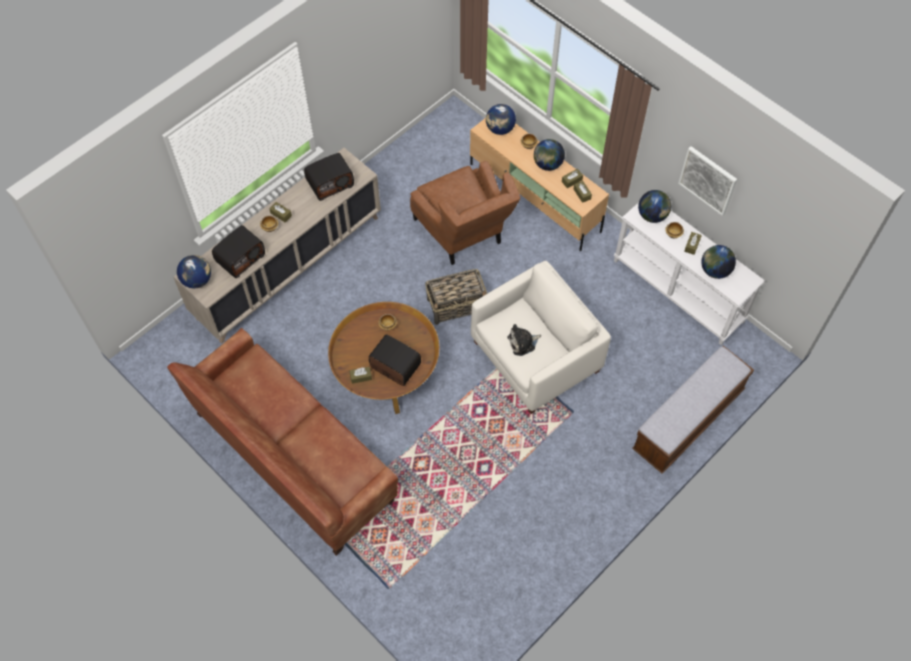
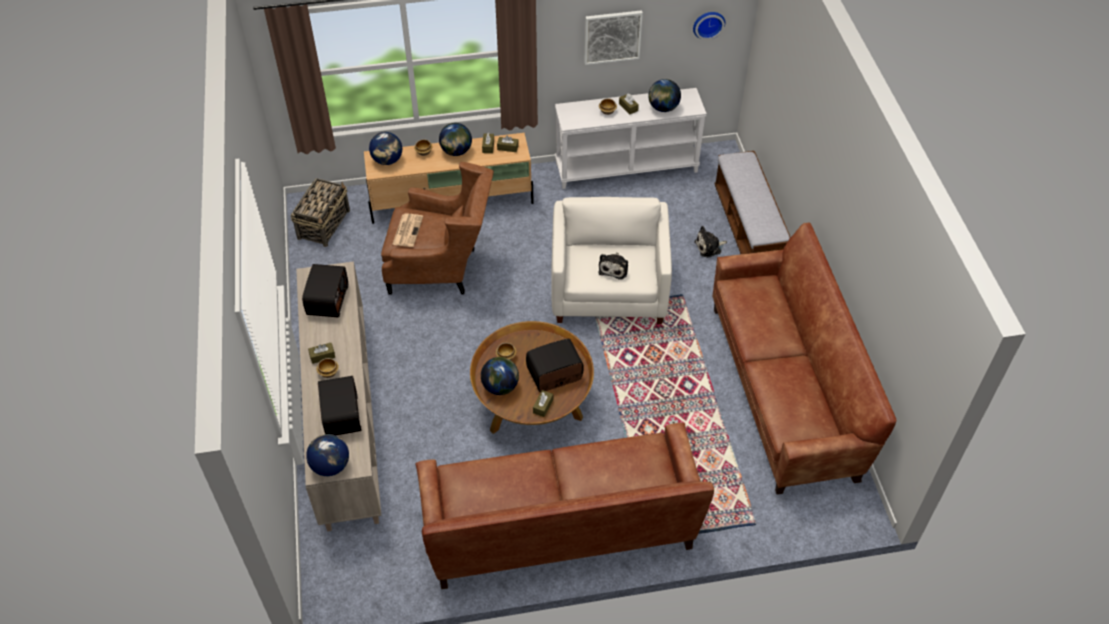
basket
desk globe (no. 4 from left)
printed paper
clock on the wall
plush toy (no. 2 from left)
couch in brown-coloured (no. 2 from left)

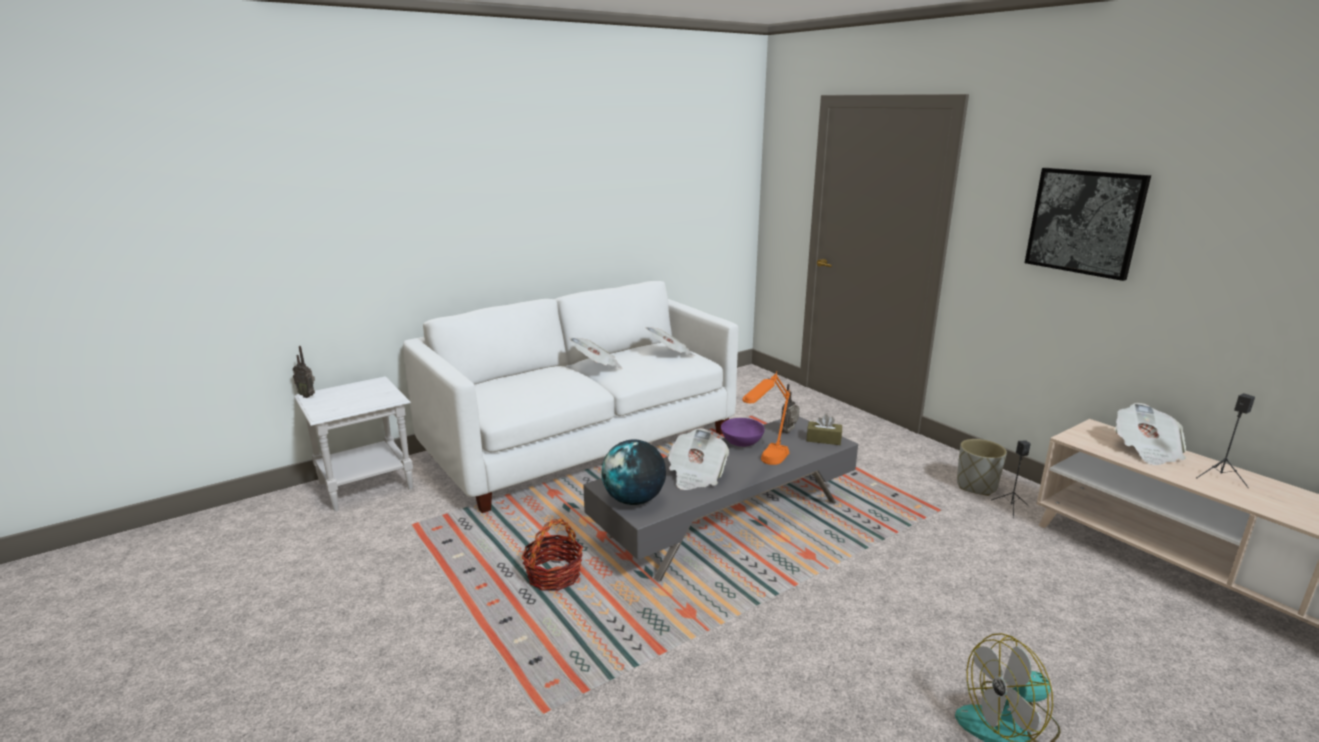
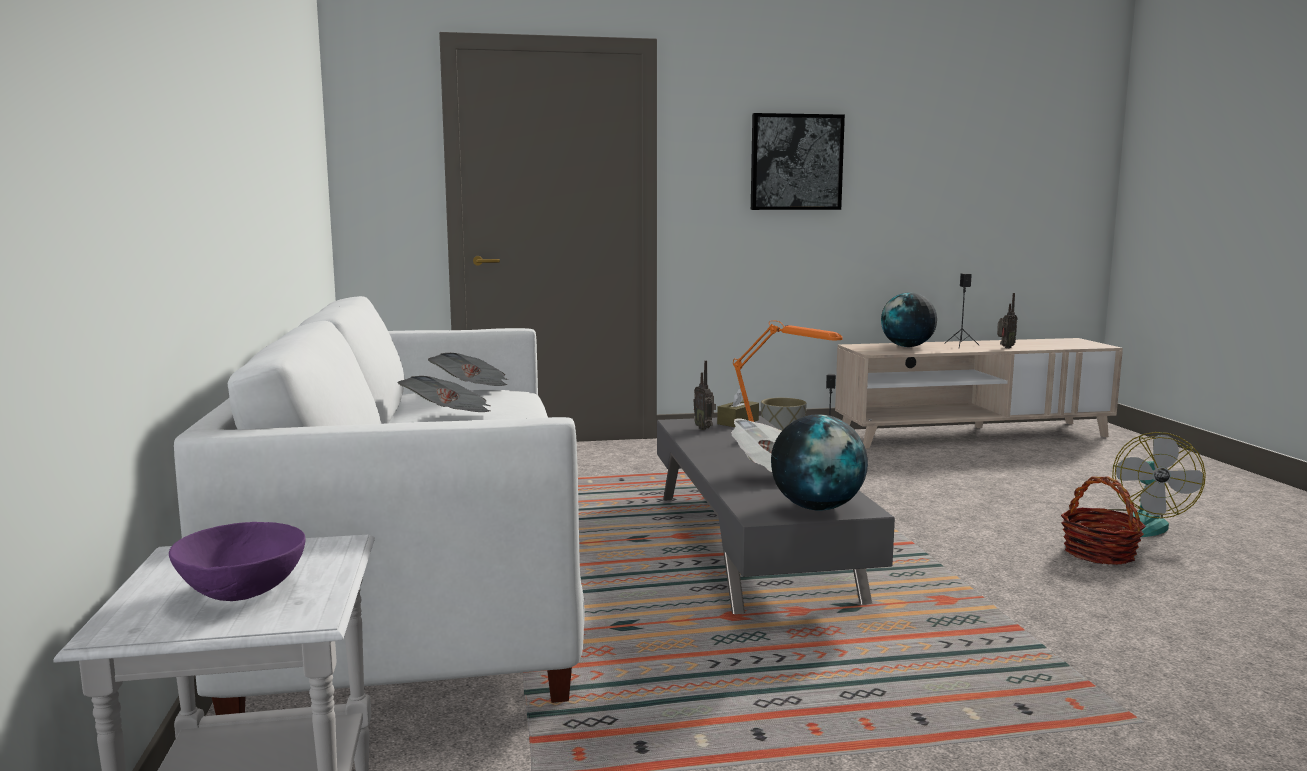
radio (no. 2 from left)
basket
bowl in purple-coloured
desk globe (no. 2 from left)

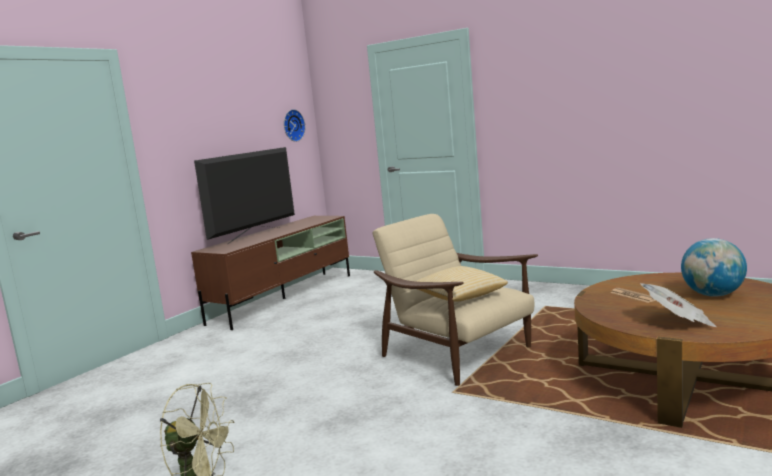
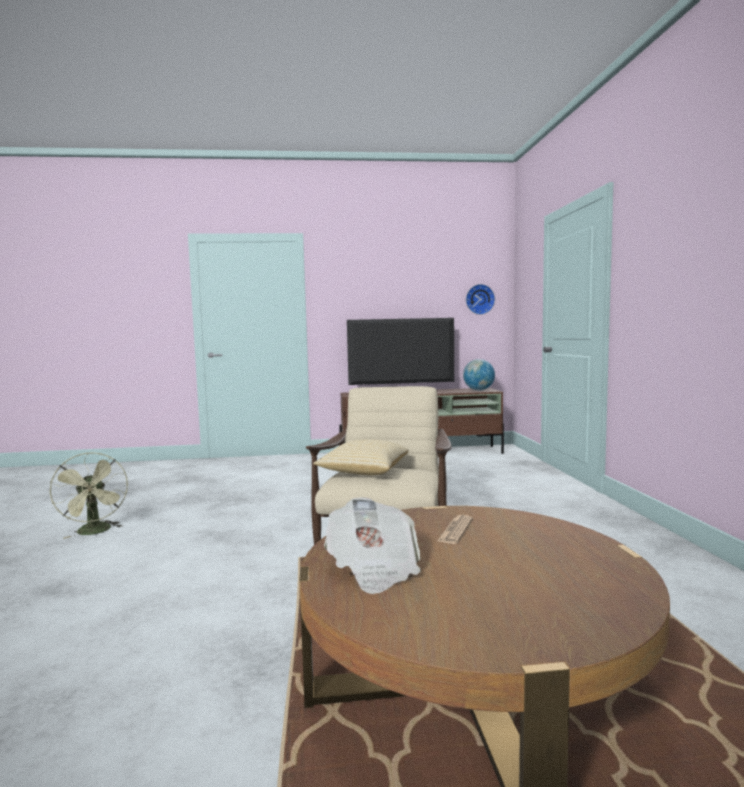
desk globe

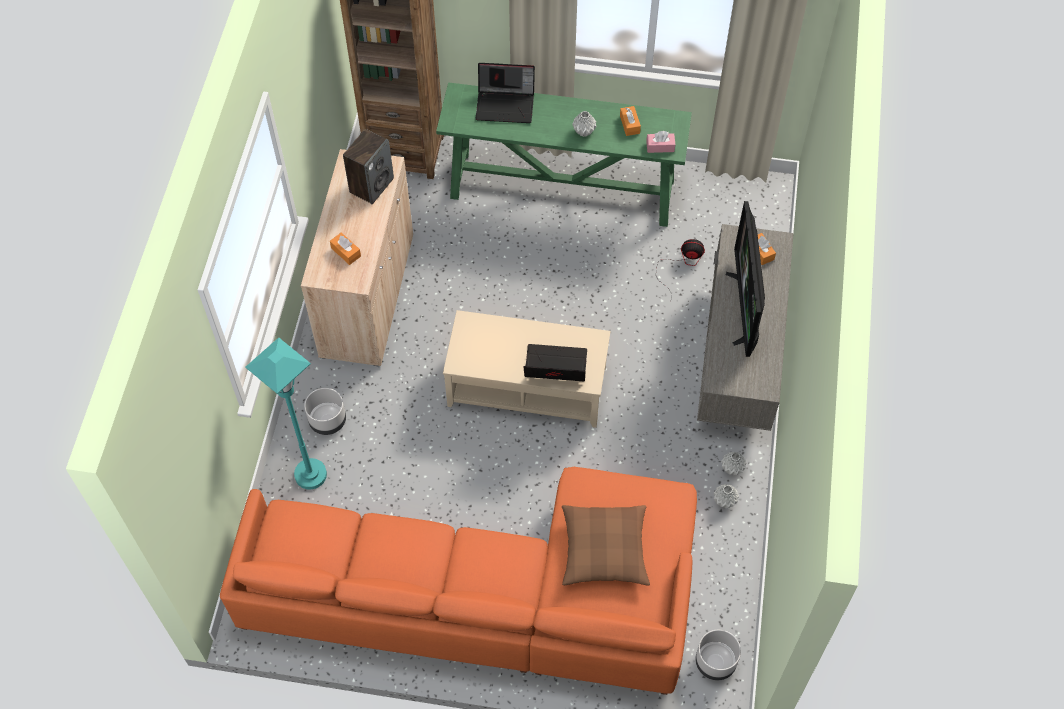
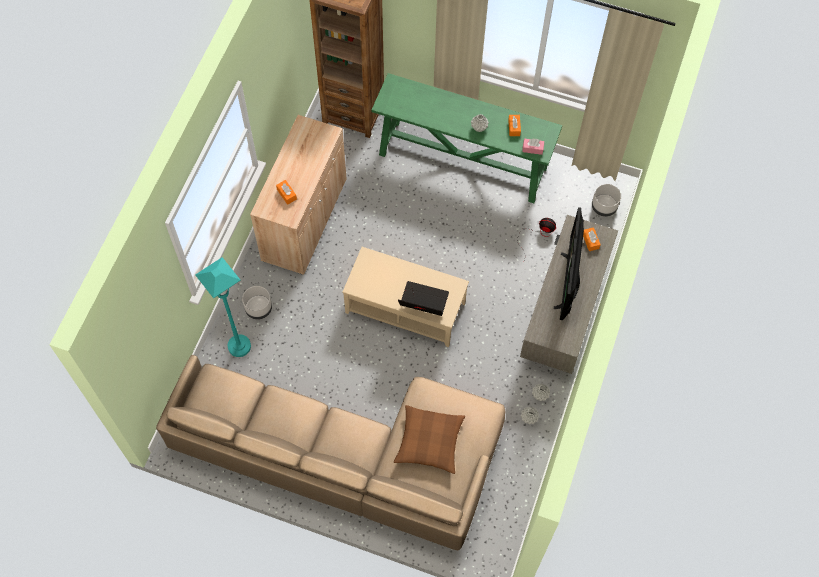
couch in beige
speaker
notebook computer (no. 1 from left in the first image)
flower pot in greyish (no. 2 from left)

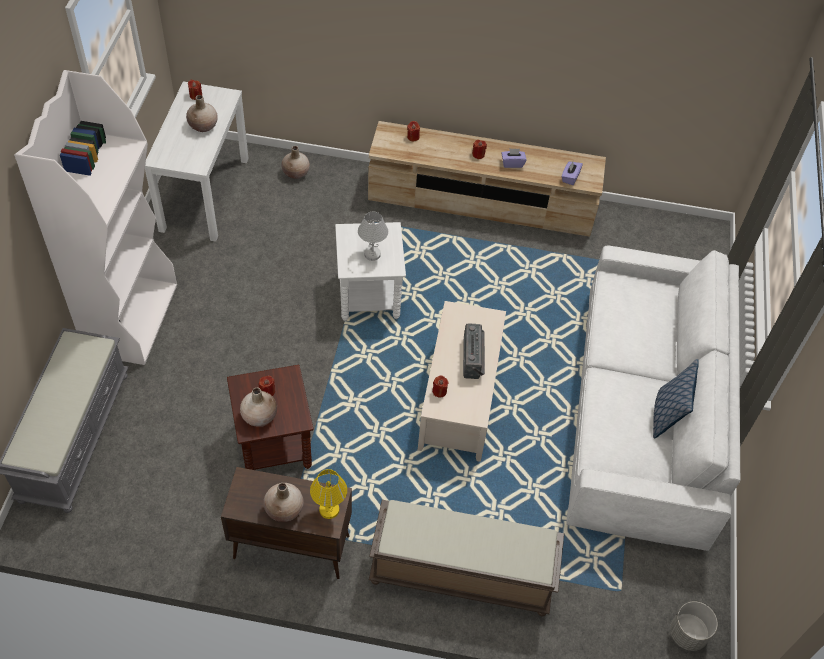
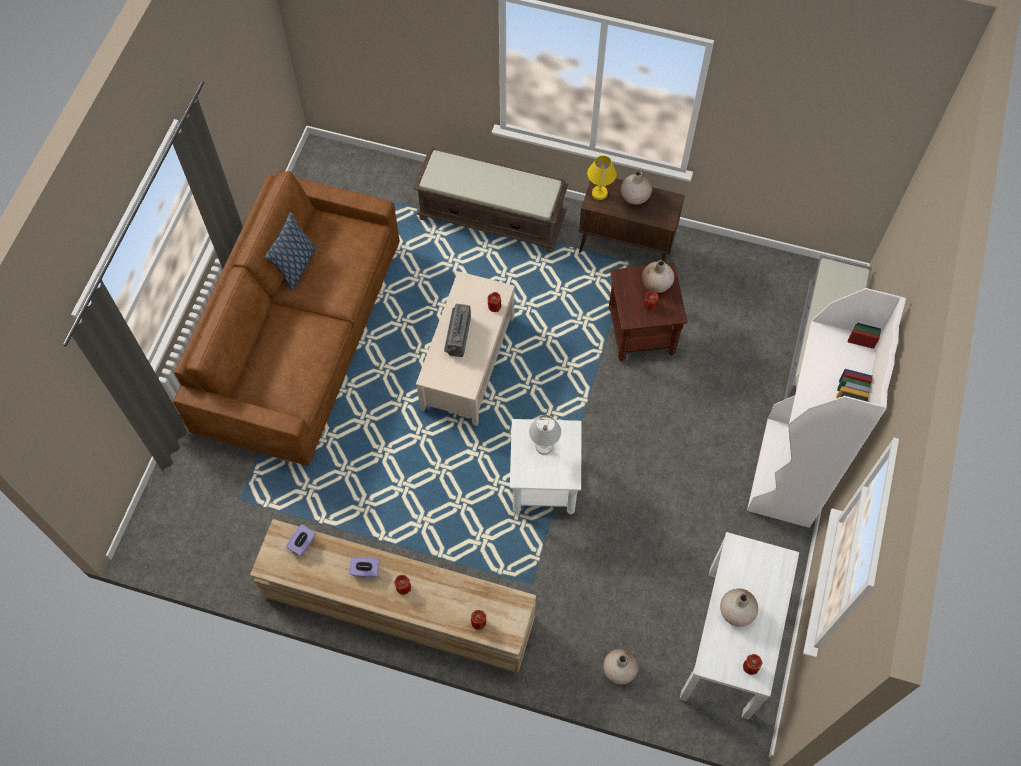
couch in brown-coloured
flower pot in greyish

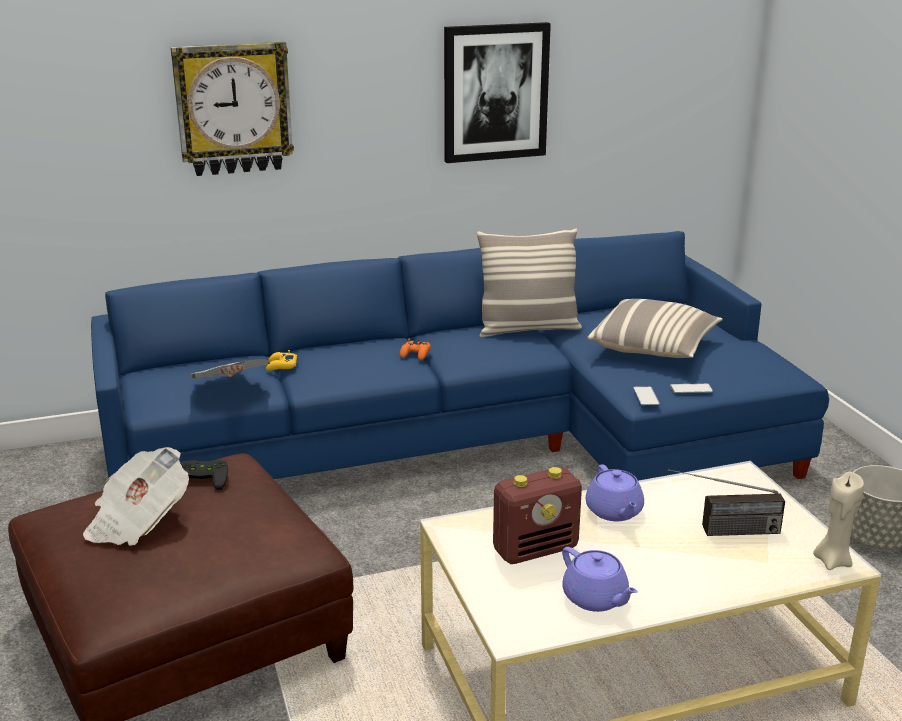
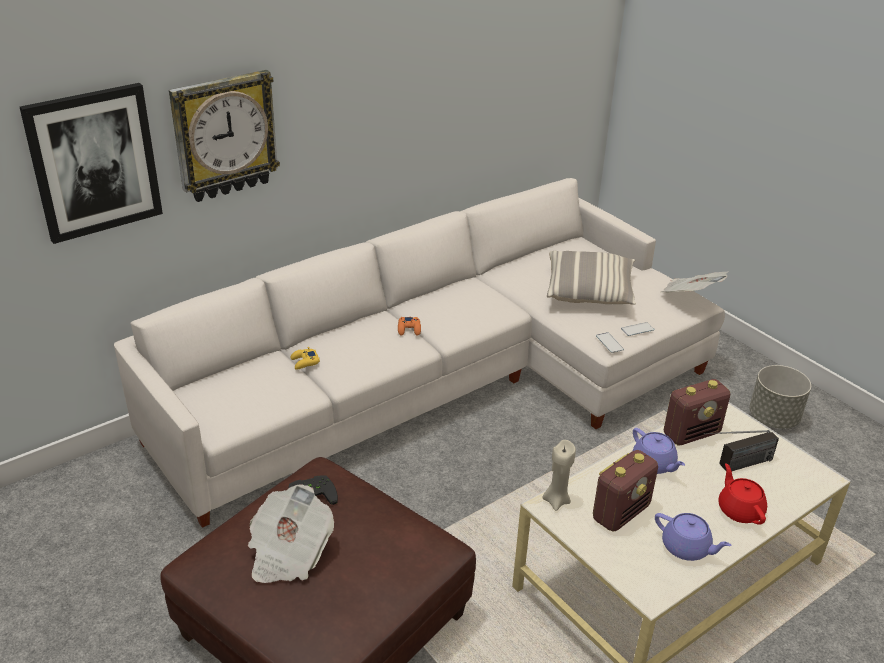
couch in white
printed paper (no. 2 from left)
wall picture
pillow (no. 1 from left in the first image)
wax light in beige
radio (no. 2 from left)
tea pot in red-coloured

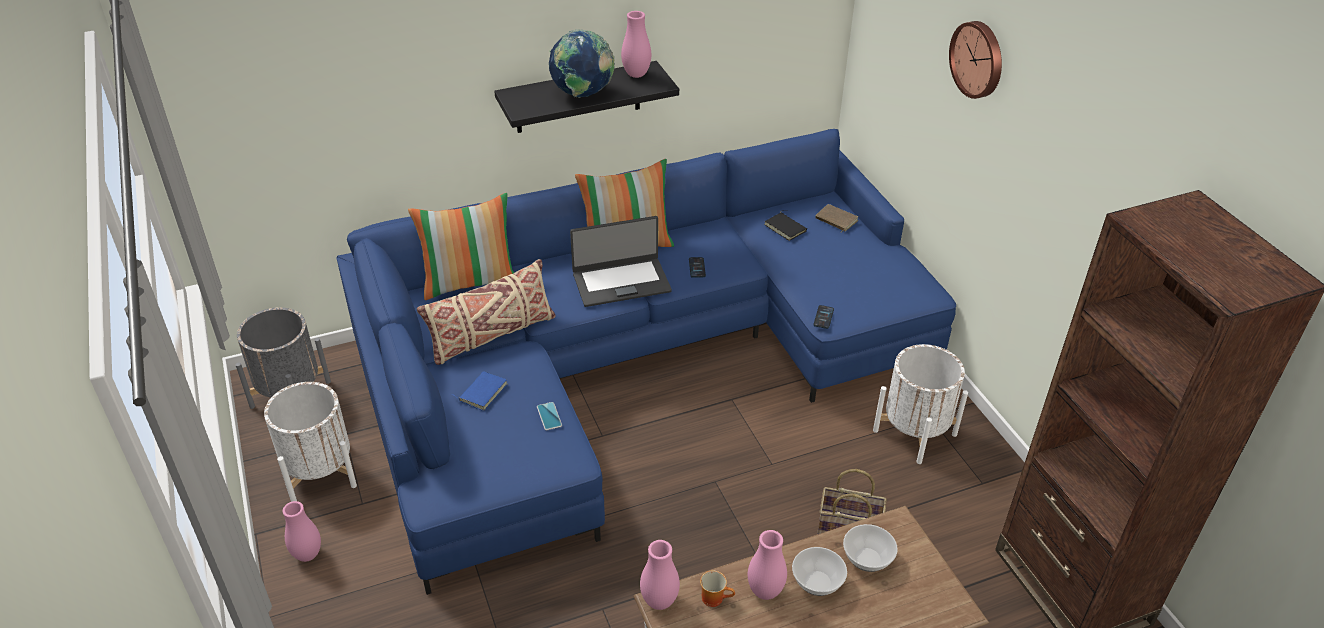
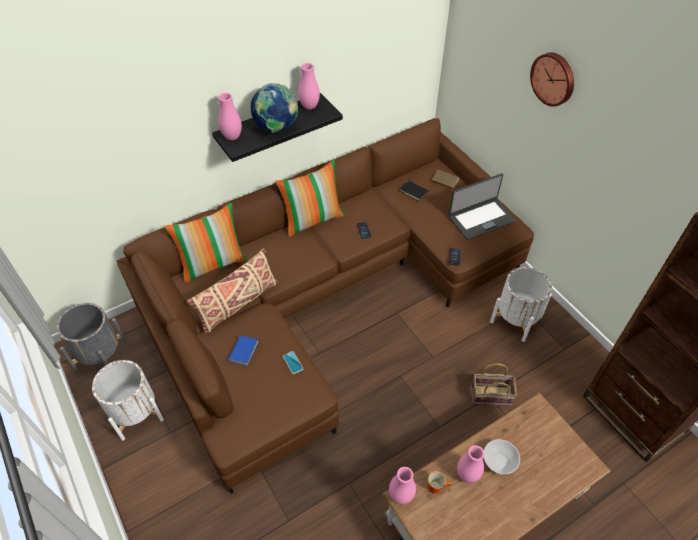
vase in pinkish (no. 1 from left)
couch in brown-coloured
notebook computer
bowl (no. 2 from left in the first image)

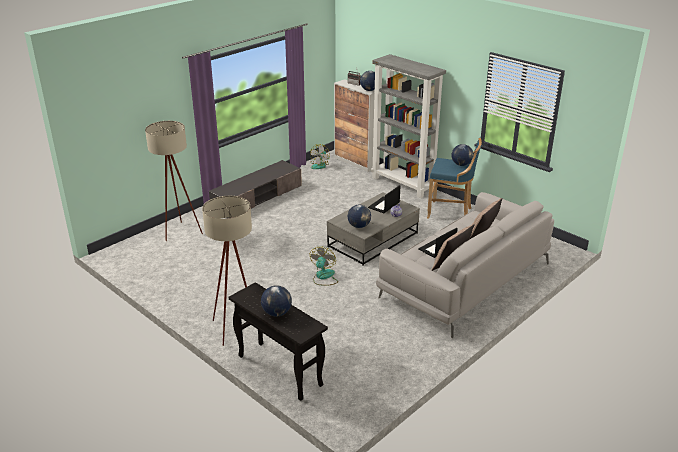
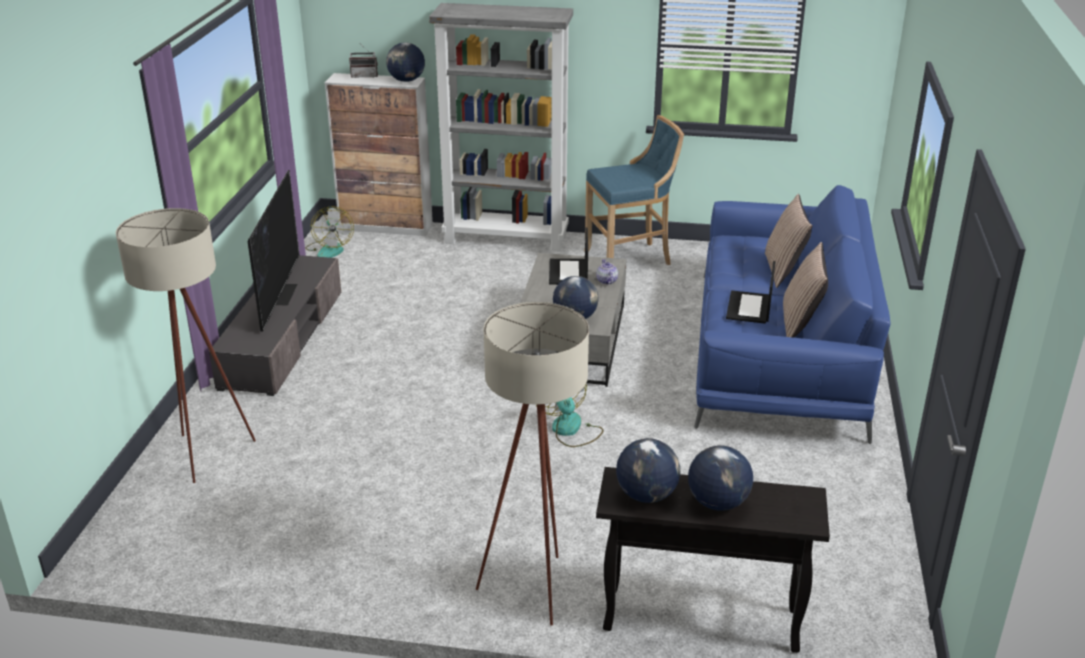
couch in blue
desk globe (no. 3 from left)
TV

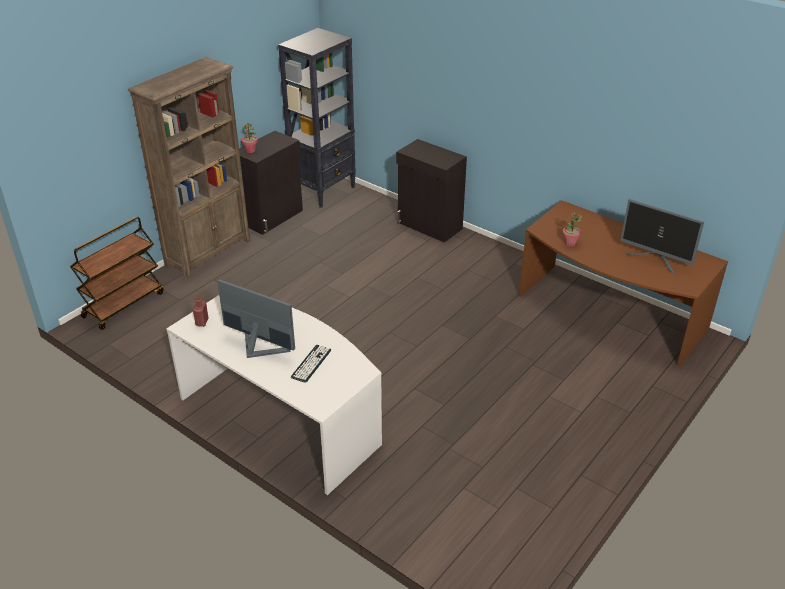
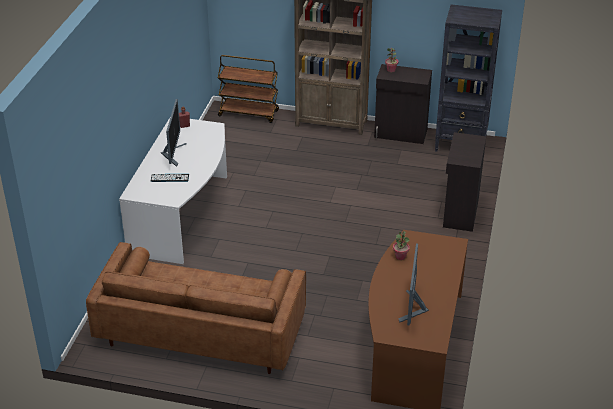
couch in brown-coloured

